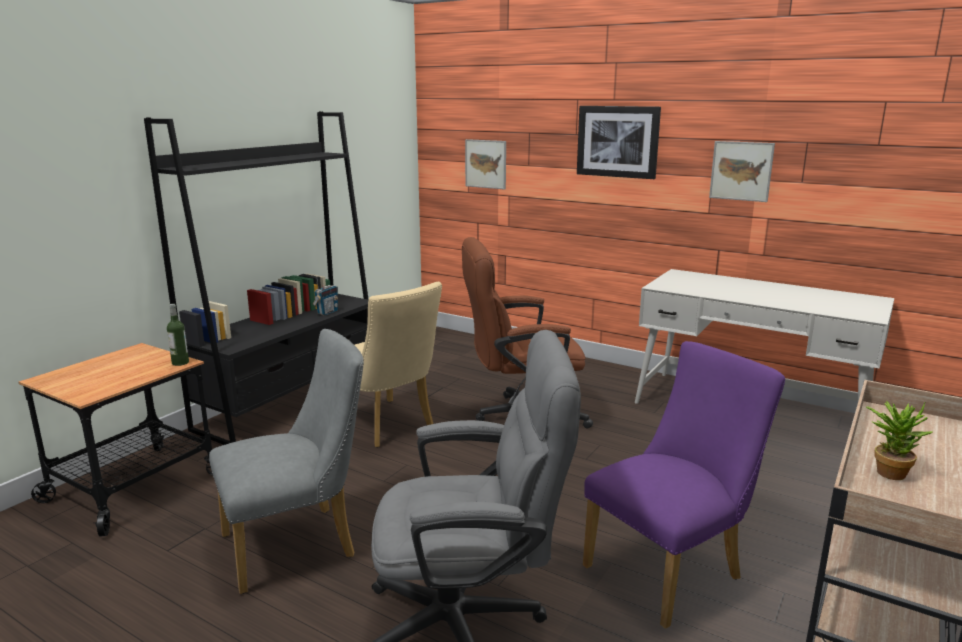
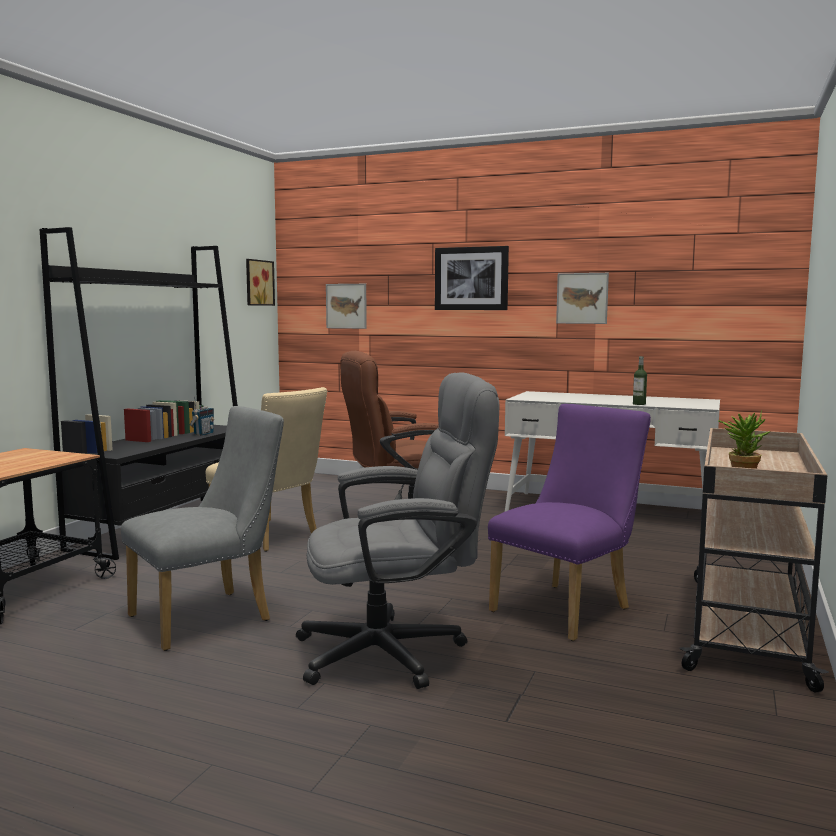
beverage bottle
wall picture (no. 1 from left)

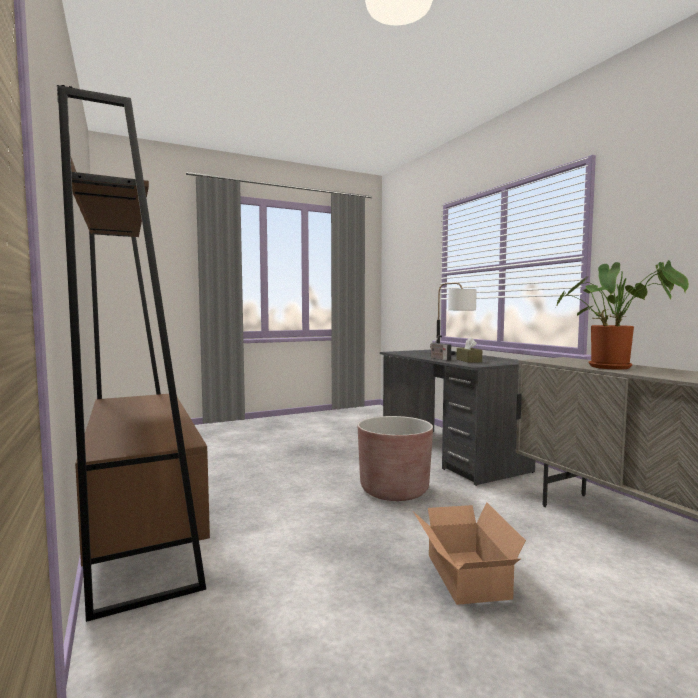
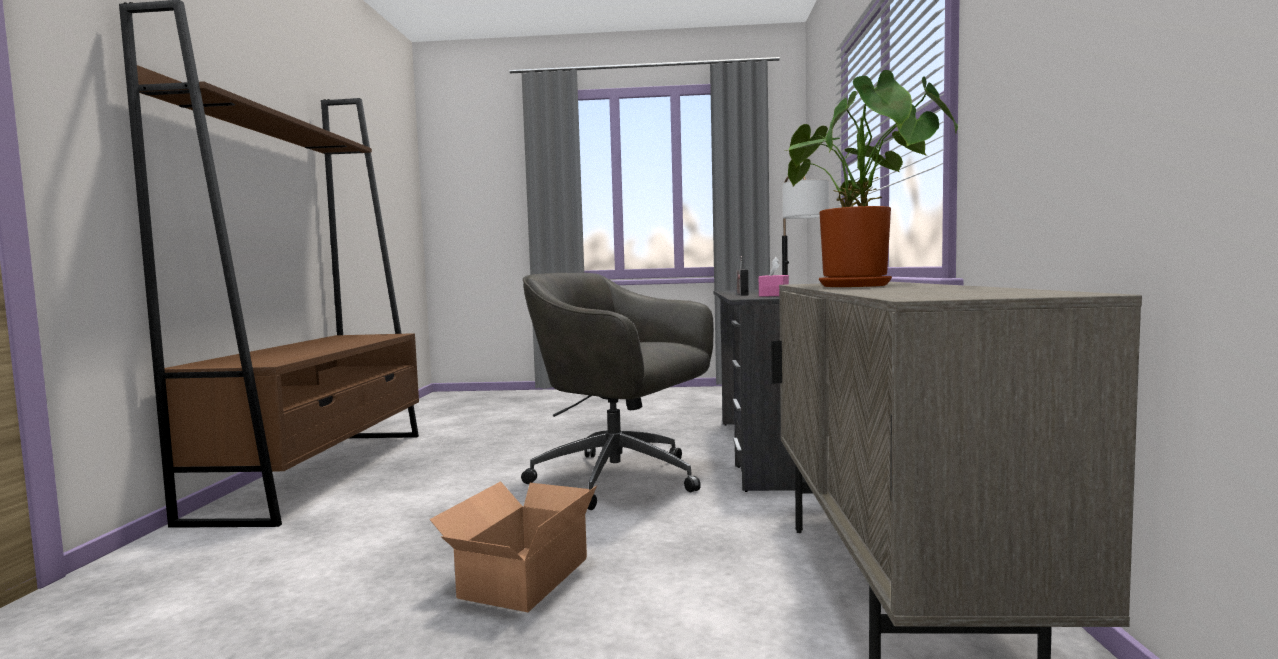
desk chair in greyish
tissue box in pinkish

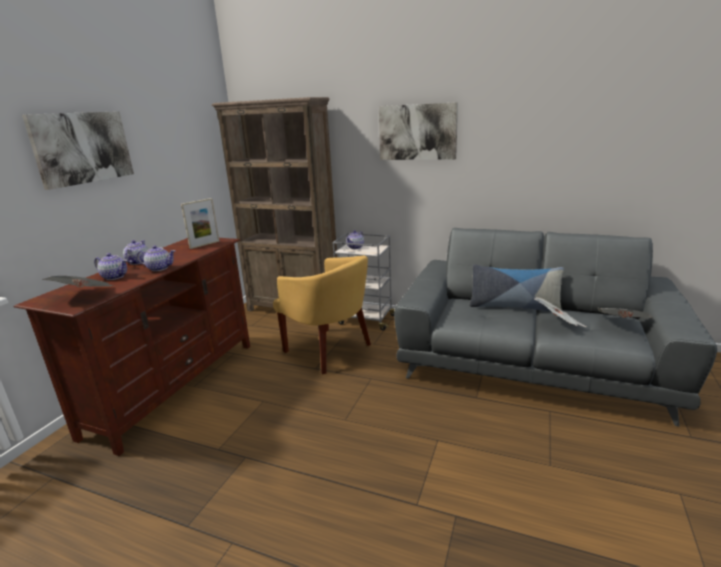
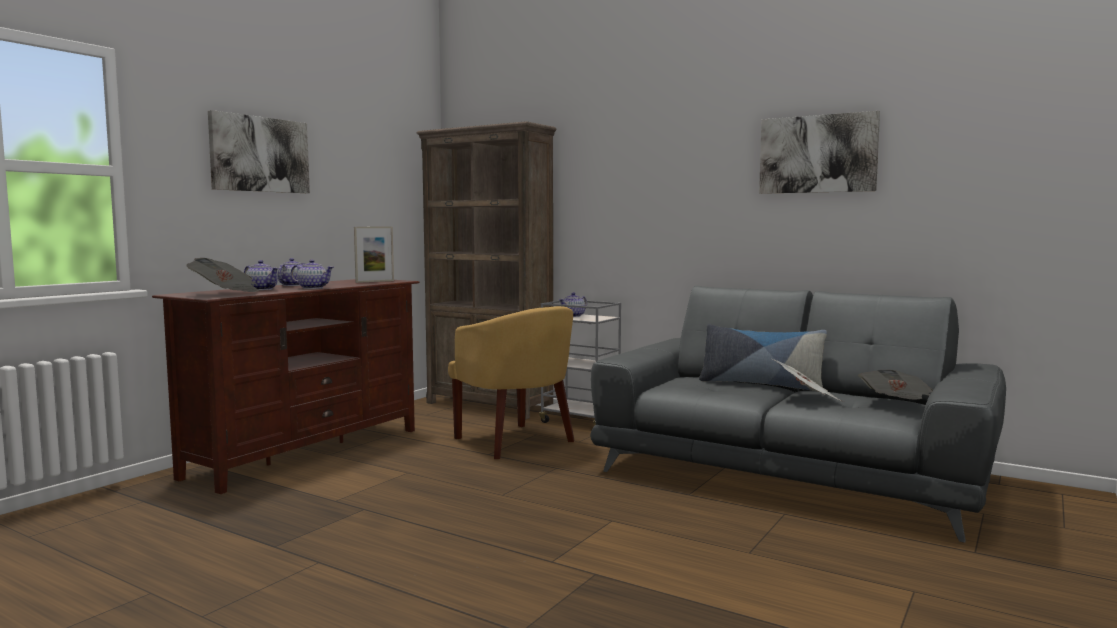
wall picture (no. 2 from left)

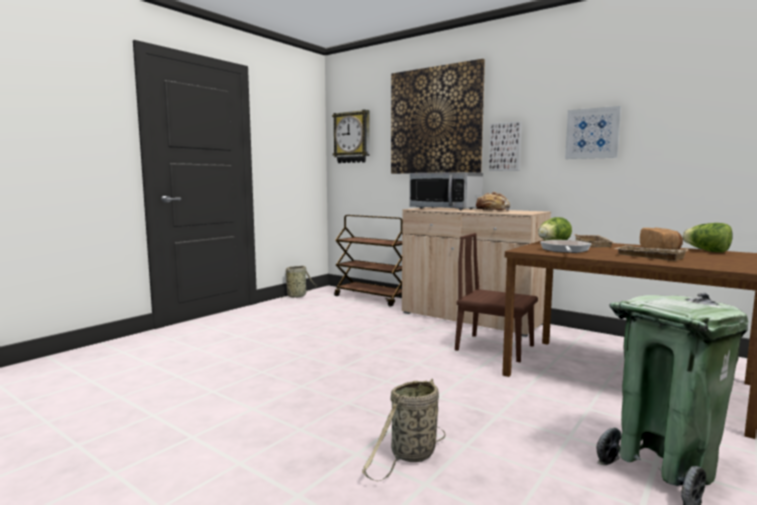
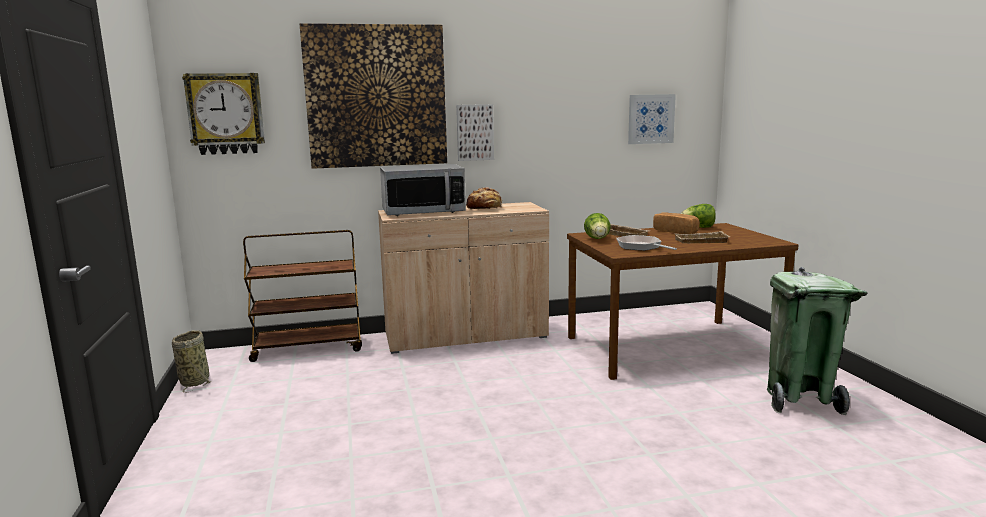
basket (no. 2 from left in the first image)
chair in brown-coloured
wall picture (no. 3 from left)

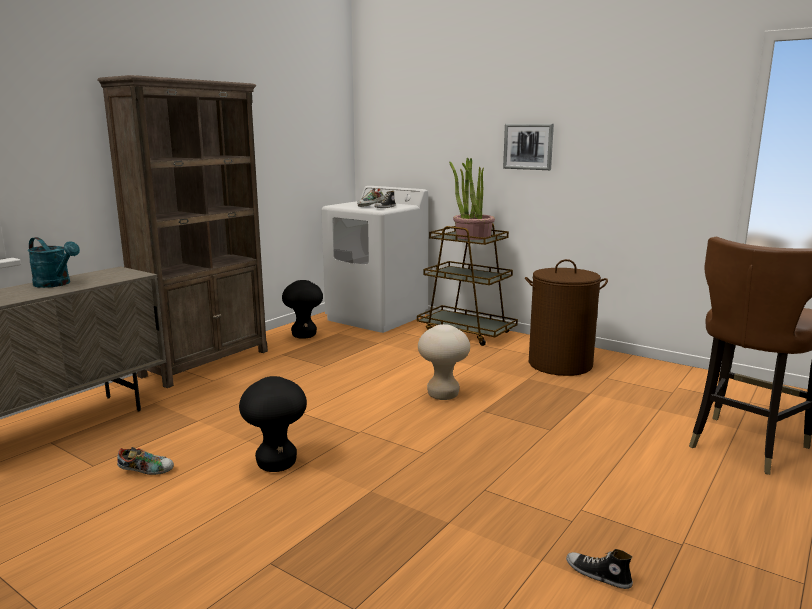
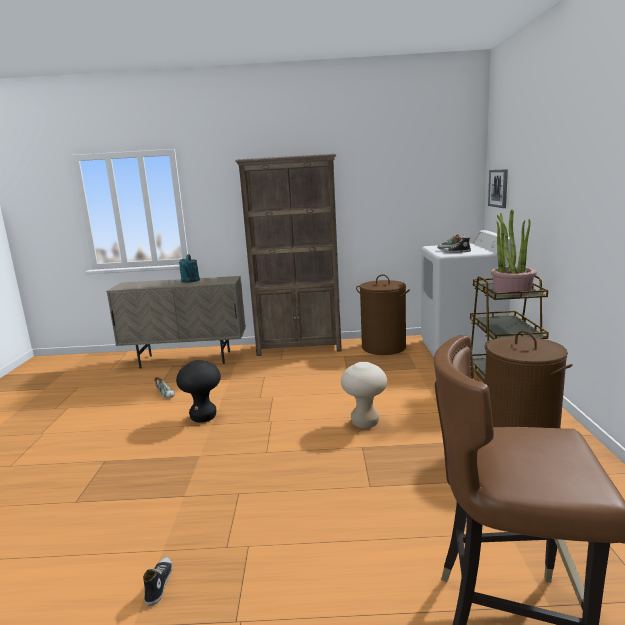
washing basket in brown-coloured (no. 1 from left)
wall picture

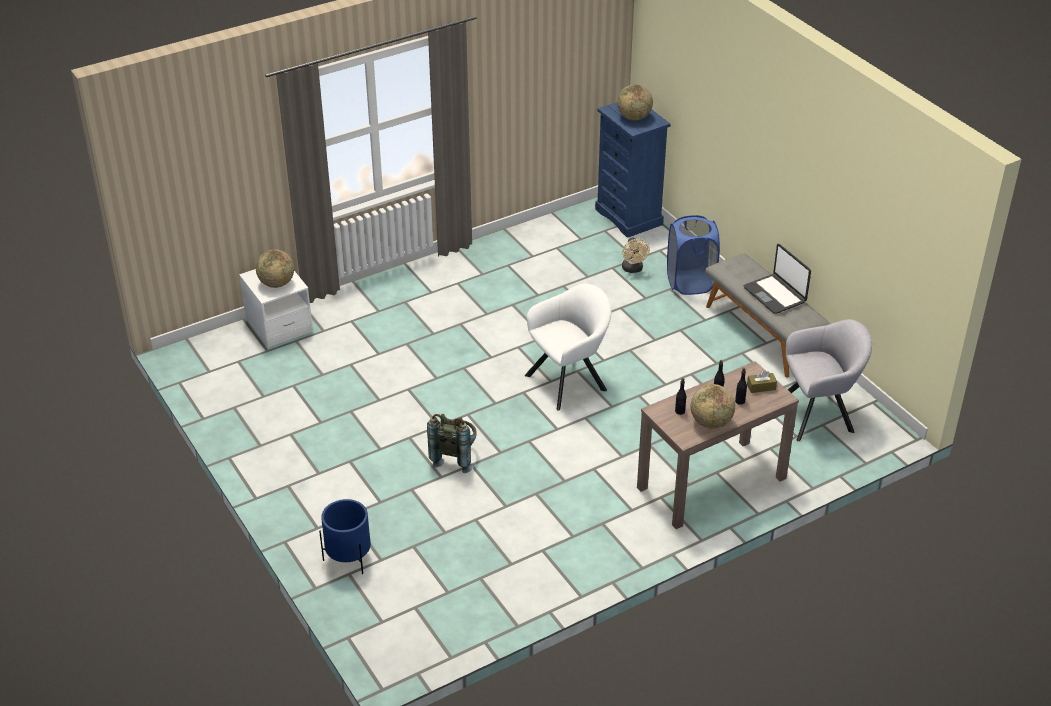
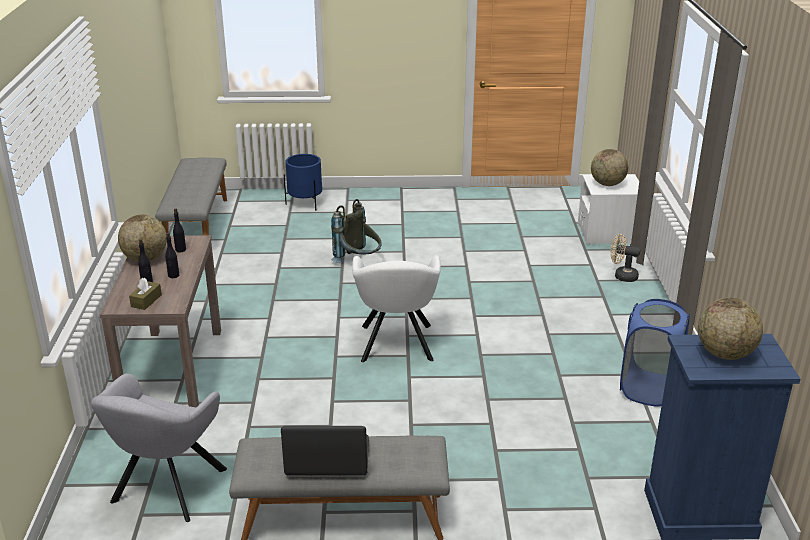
cooling fan in beige
washing basket in blue
bench in greyish (no. 1 from left)

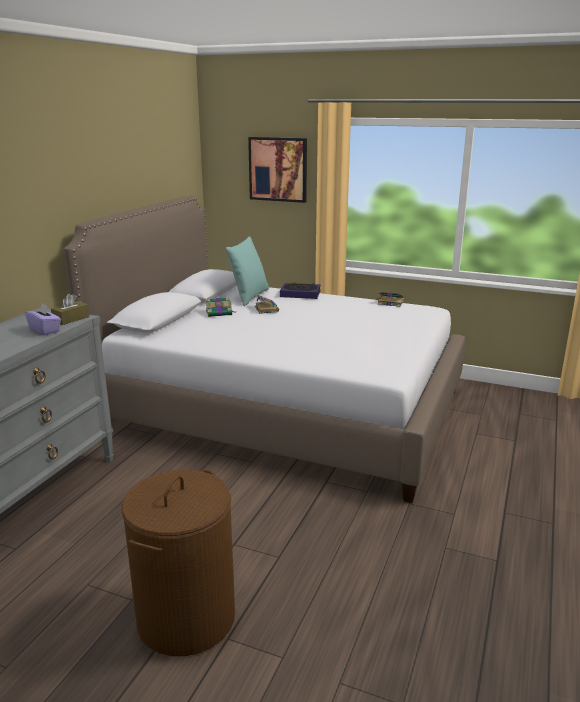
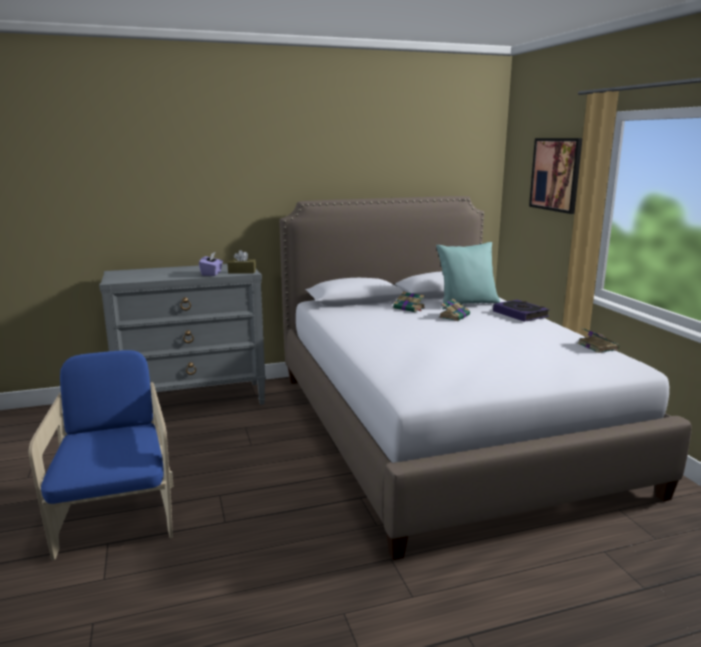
armchair in blue

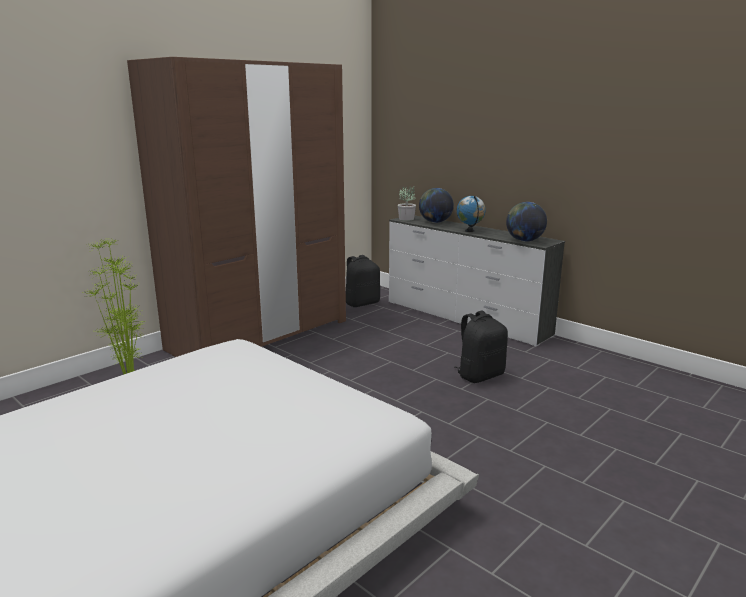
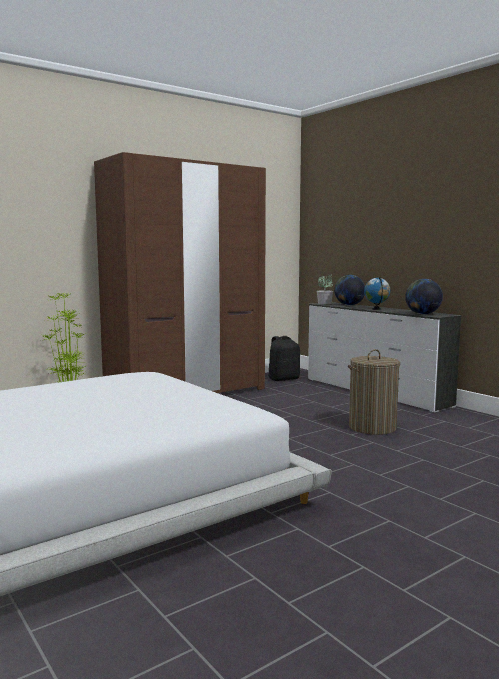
washing basket

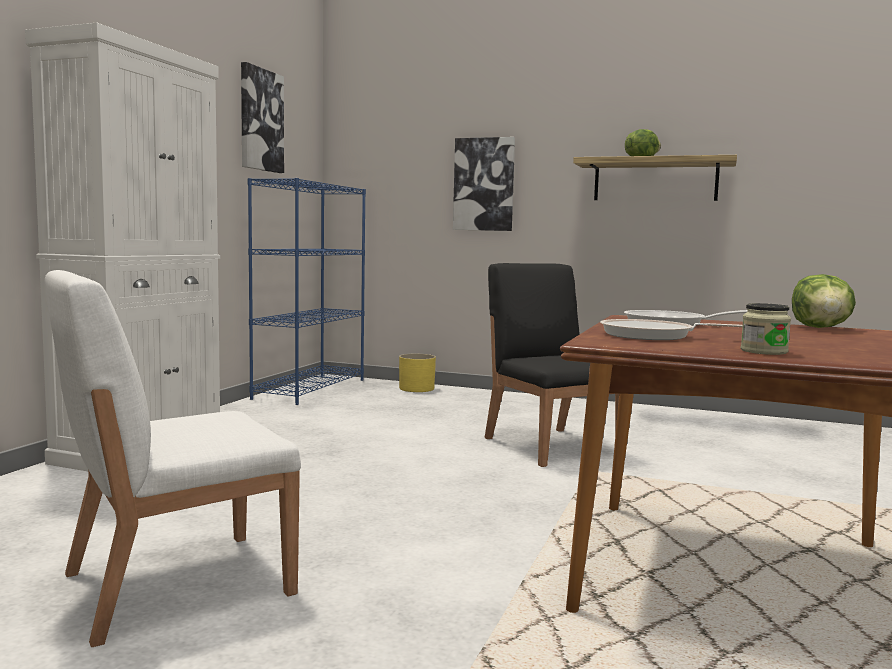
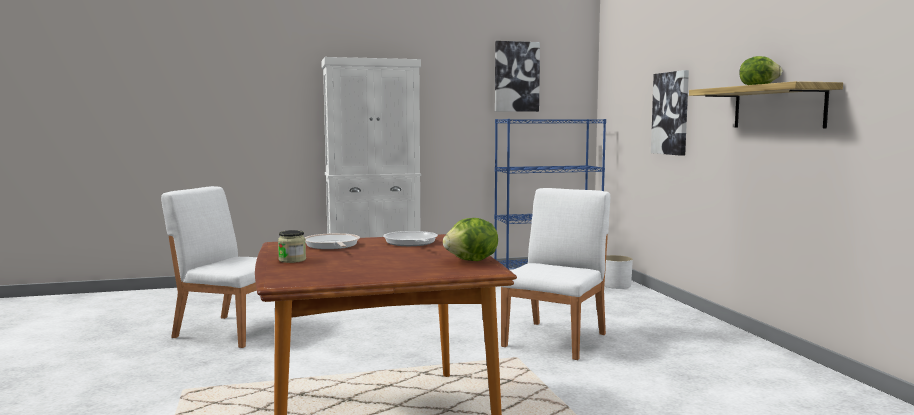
flower pot in white
chair in white (no. 2 from left)

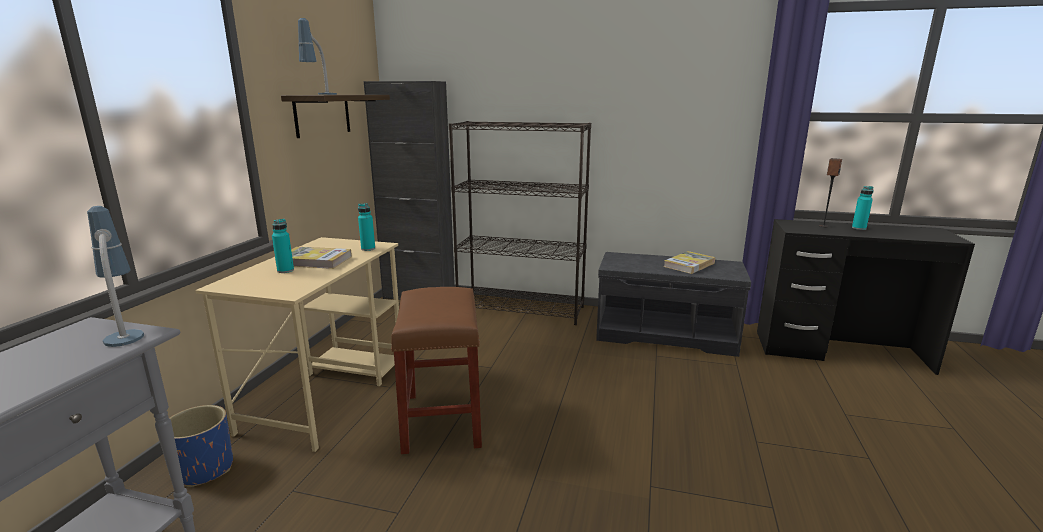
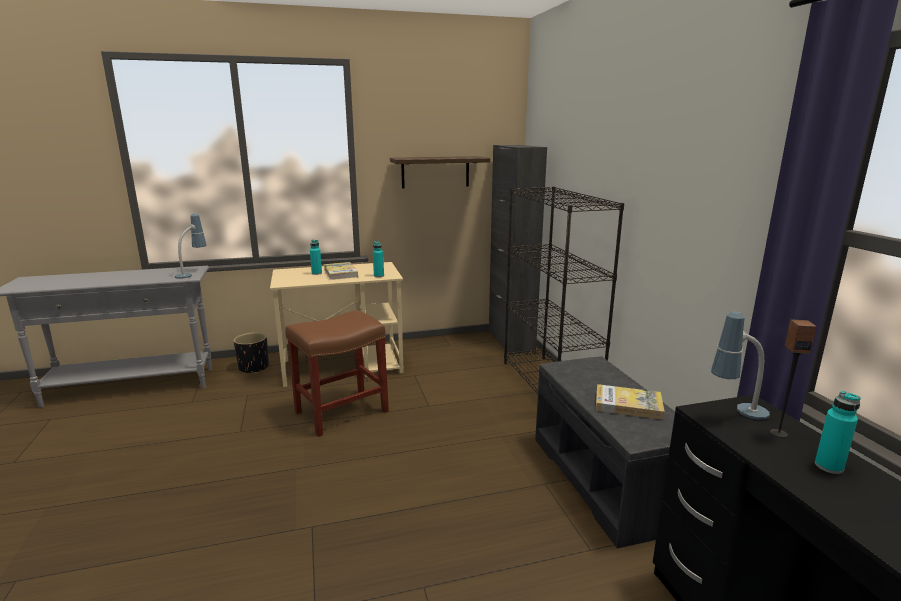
flower pot in black-coloured
tabletop lamp (no. 2 from left)

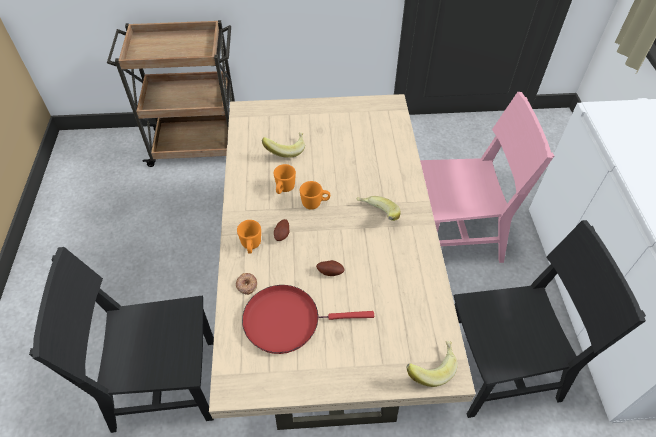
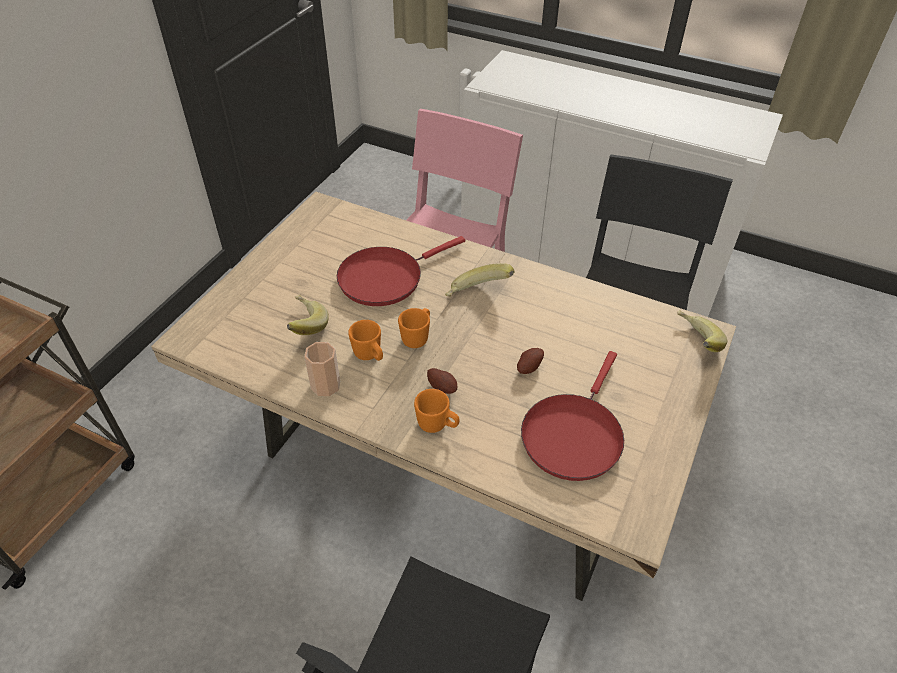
doughnut
small cup
skillet in red-coloured (no. 1 from left)

